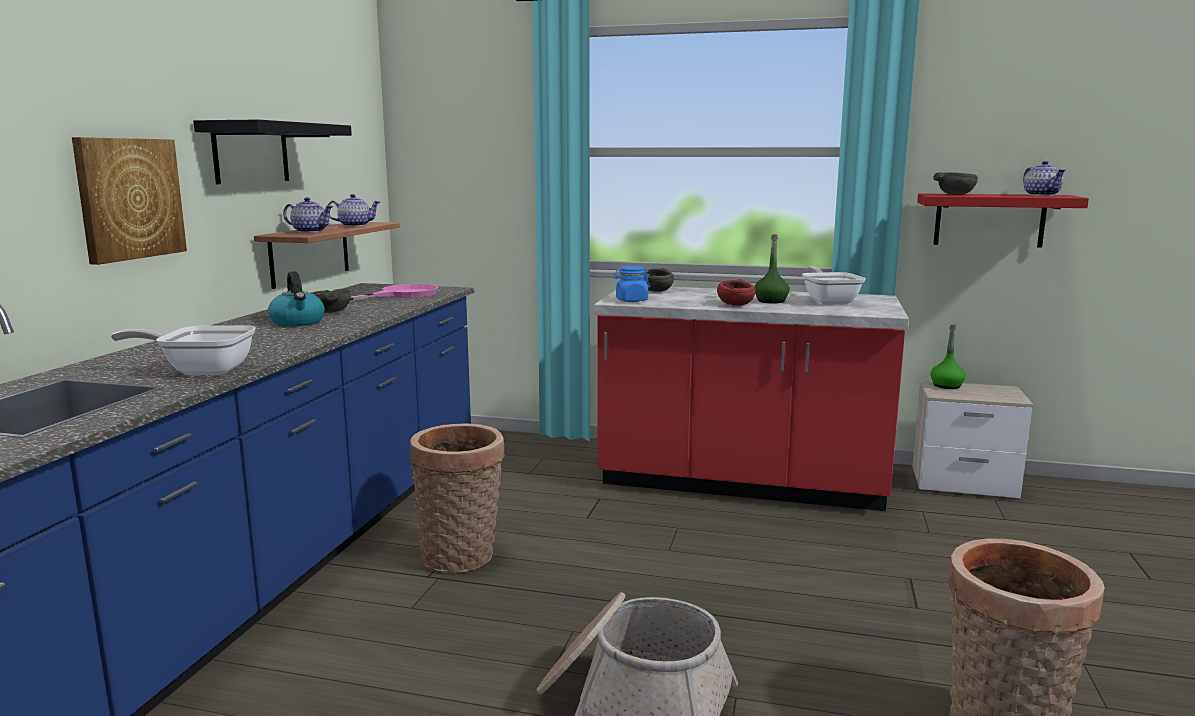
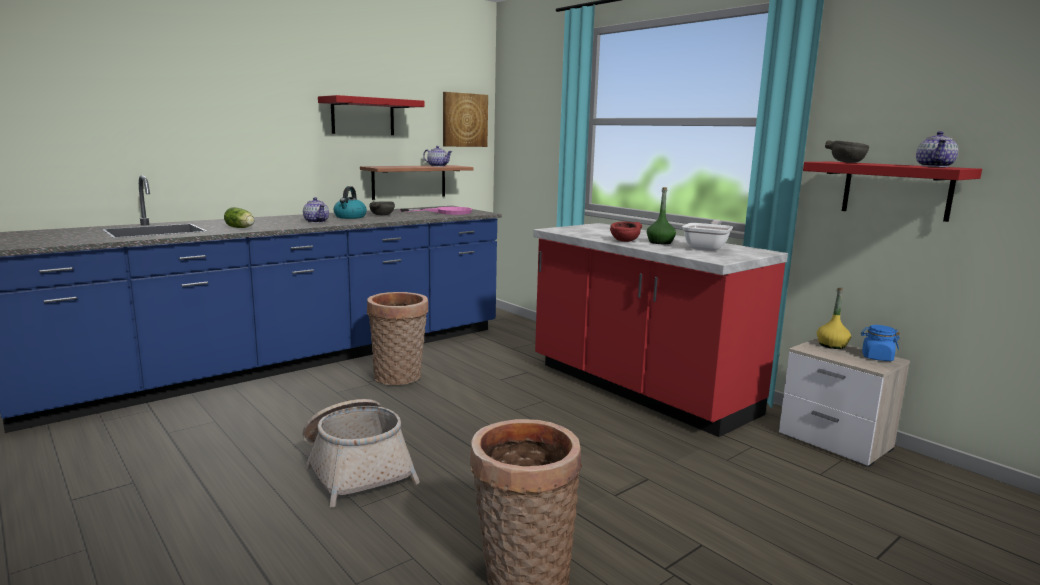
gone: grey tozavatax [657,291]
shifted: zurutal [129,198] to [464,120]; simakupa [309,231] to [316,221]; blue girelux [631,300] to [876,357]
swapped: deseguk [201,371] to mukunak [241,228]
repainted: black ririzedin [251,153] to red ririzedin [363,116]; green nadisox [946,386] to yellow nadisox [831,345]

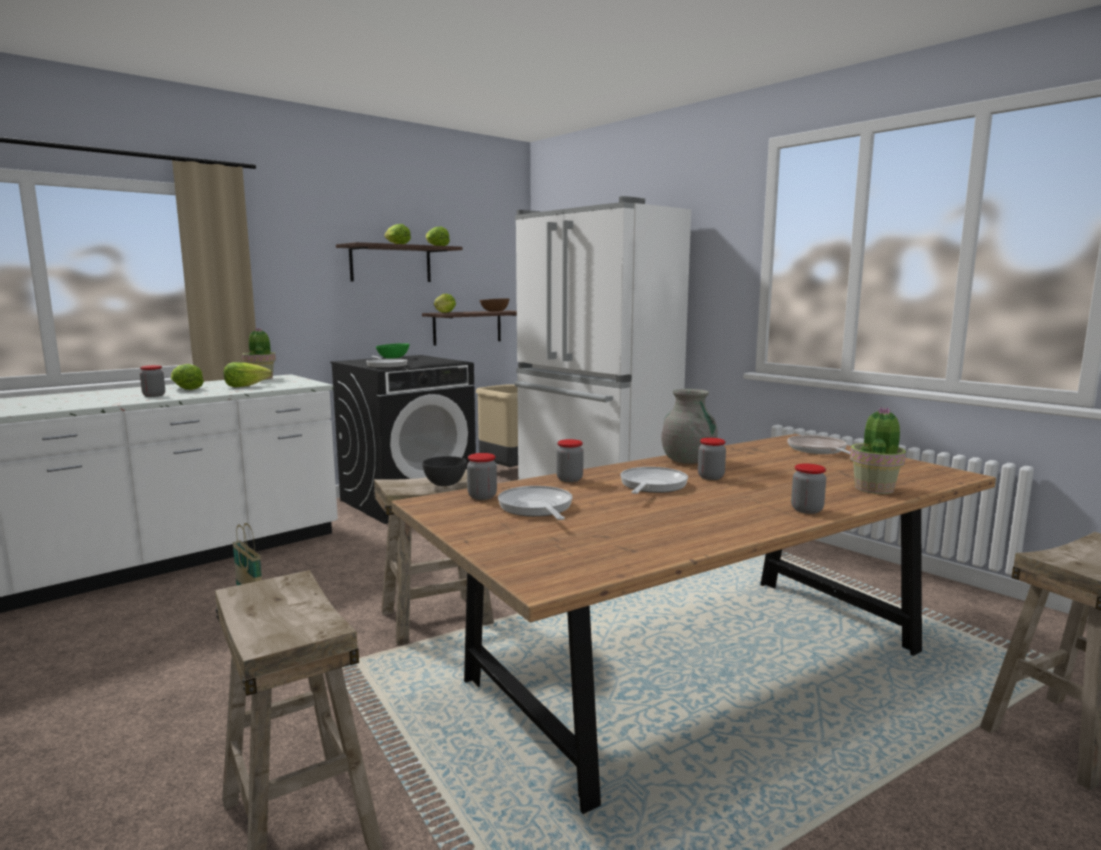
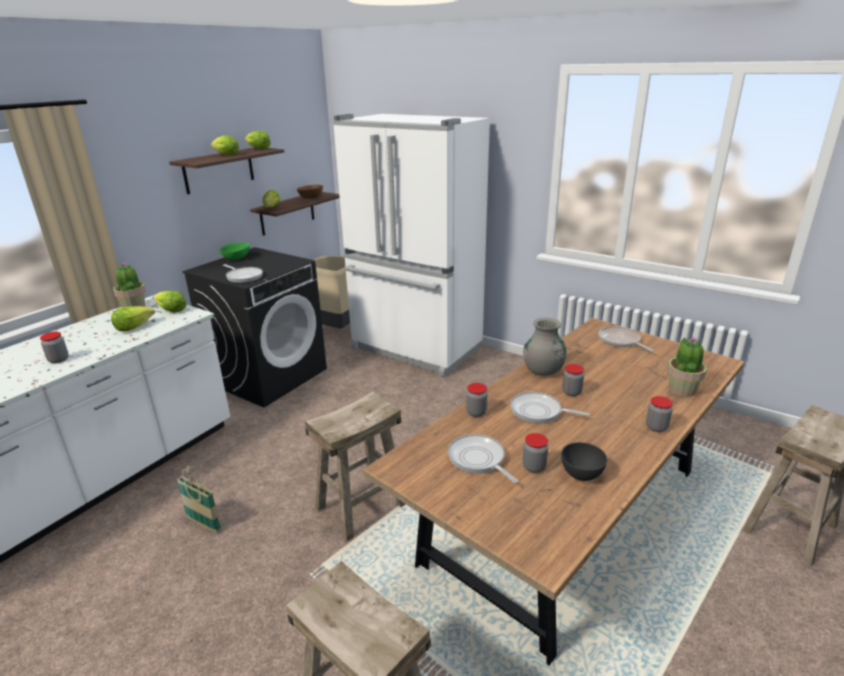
shifted: mukunak [186,388] to [170,310]; grey tozavatax [444,484] to [581,474]; girelux [482,496] to [534,467]
rotated: deseguk [651,485] = [539,412] 75 degrees counterclockwise

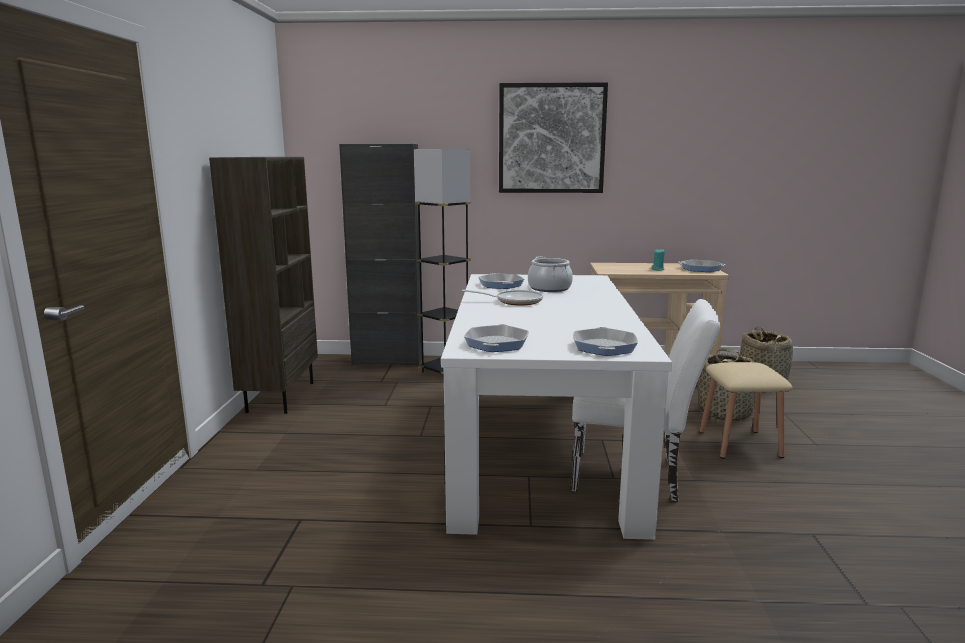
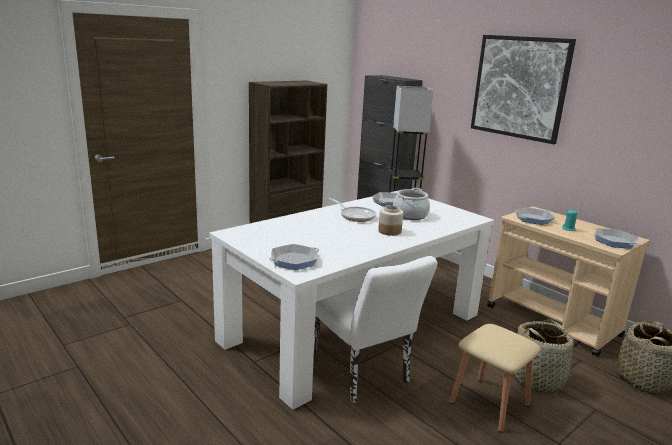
new: girelux [389,231]
shifted: deseguk [496,344] to [533,219]

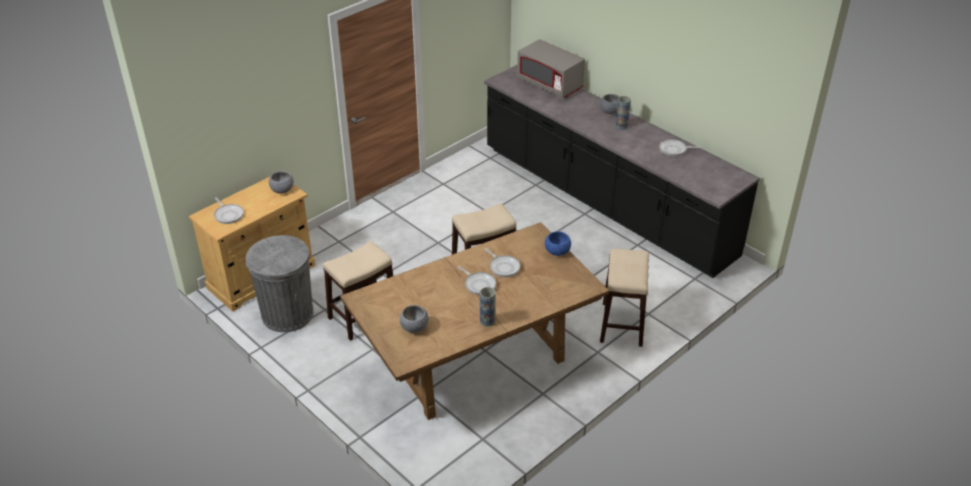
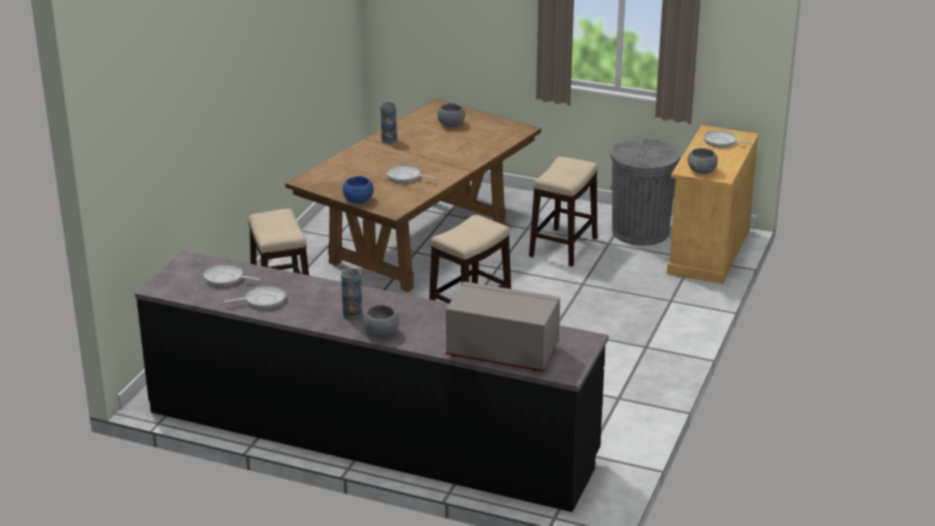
shifted: deseguk [478,284] to [226,278]

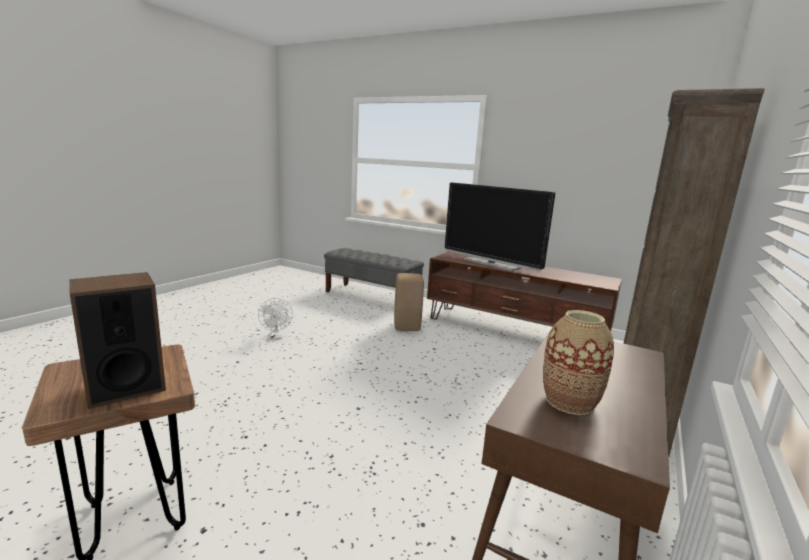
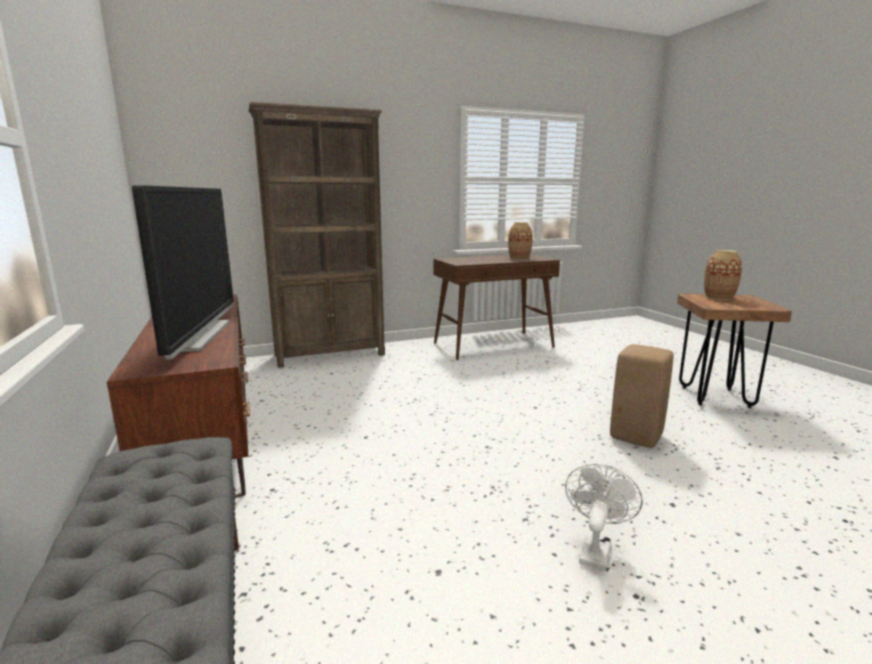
shifted: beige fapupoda [407,327] to [635,437]
swapped: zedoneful [125,388] to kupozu [719,297]

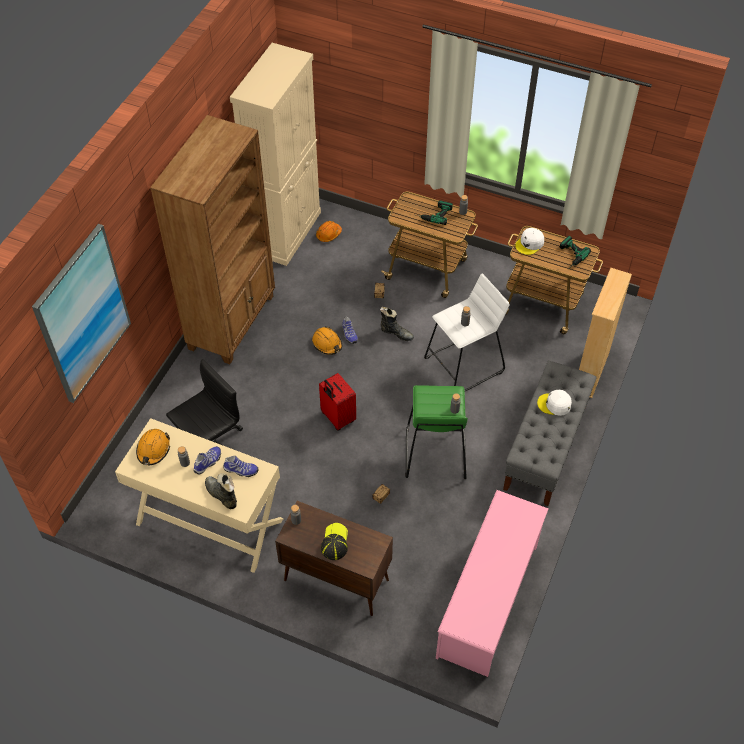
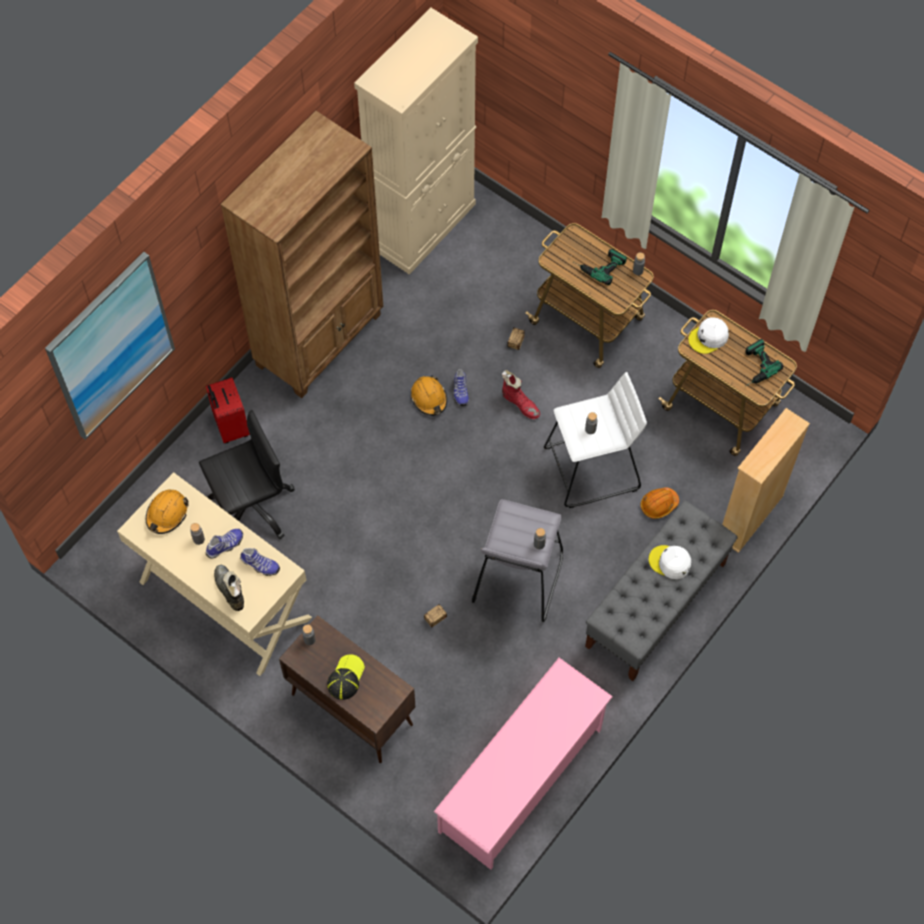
shifted: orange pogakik [328,234] to [658,505]; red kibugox [337,418] to [230,427]
repainted: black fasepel [396,333] to red fasepel [520,404]; green fapupoda [434,452] to grey fapupoda [517,578]

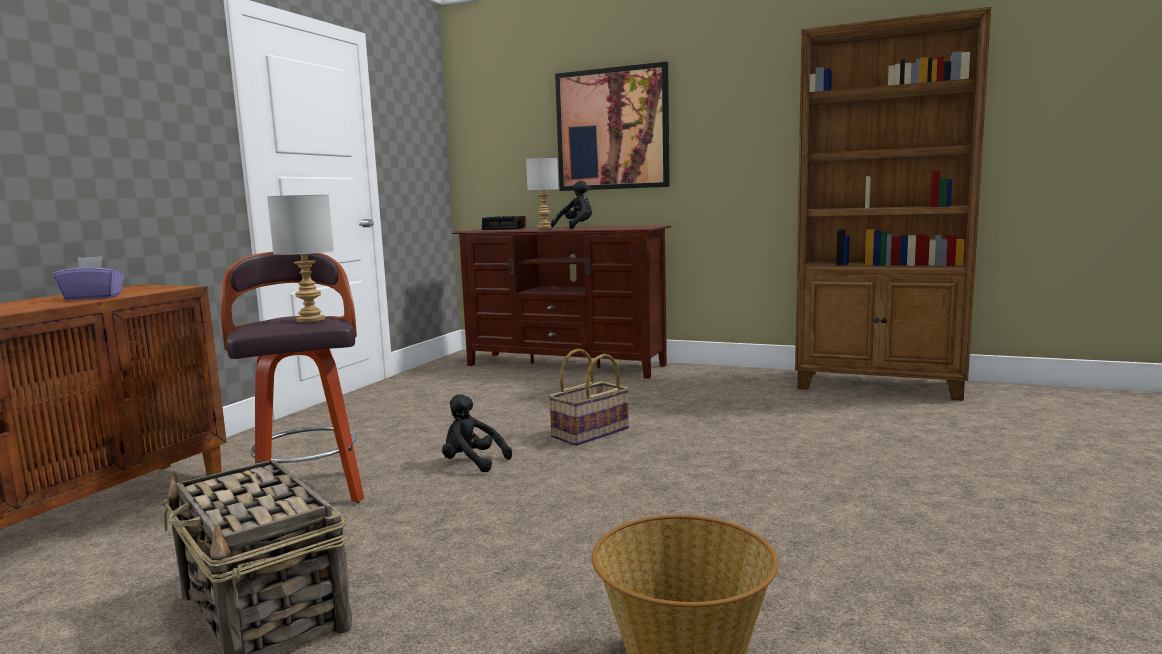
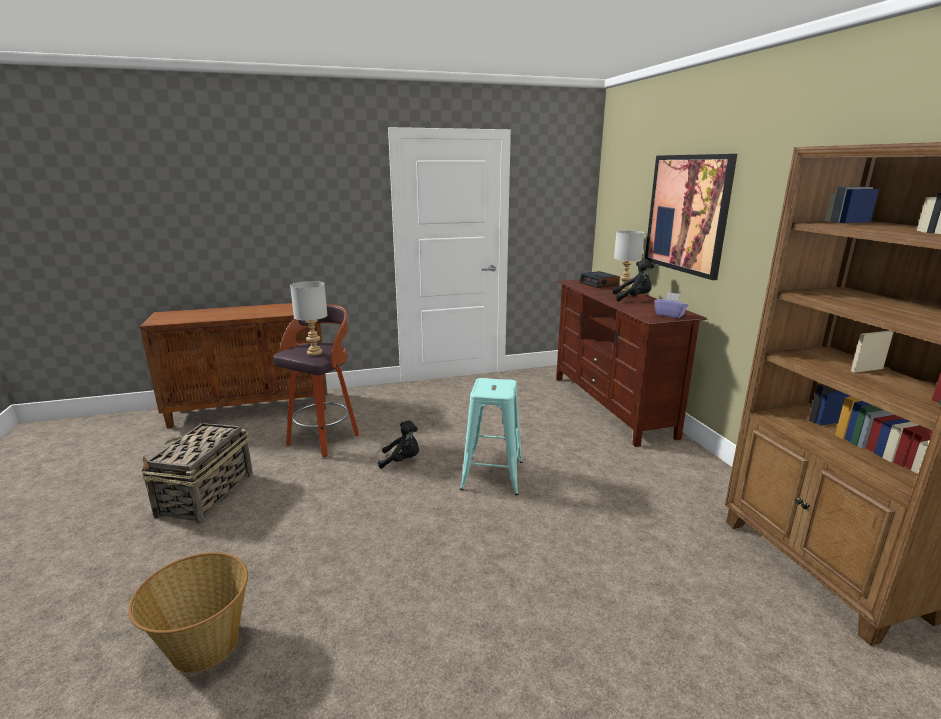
shifted: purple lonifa [93,297] to [669,315]
swapped: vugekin [591,433] to turquoise fapupoda [492,475]
rotated: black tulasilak [472,463] = [402,460] 105 degrees clockwise

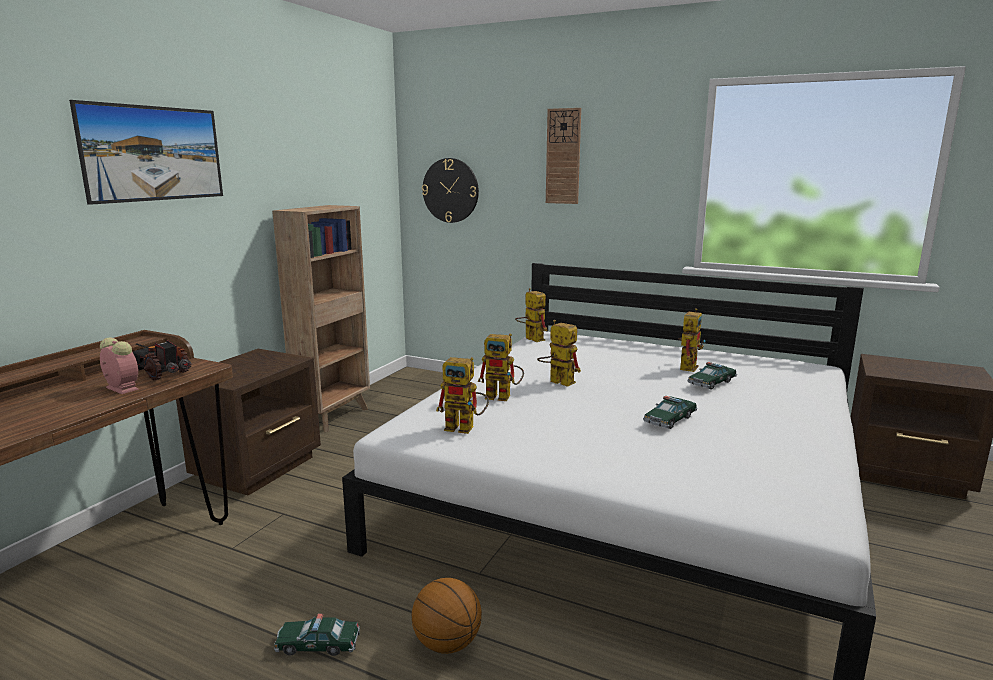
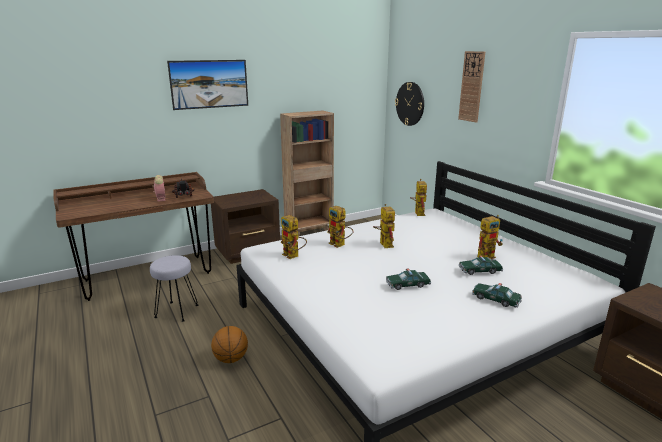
new: grey fapupoda [176,312]
shifted: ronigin [318,645] to [495,299]

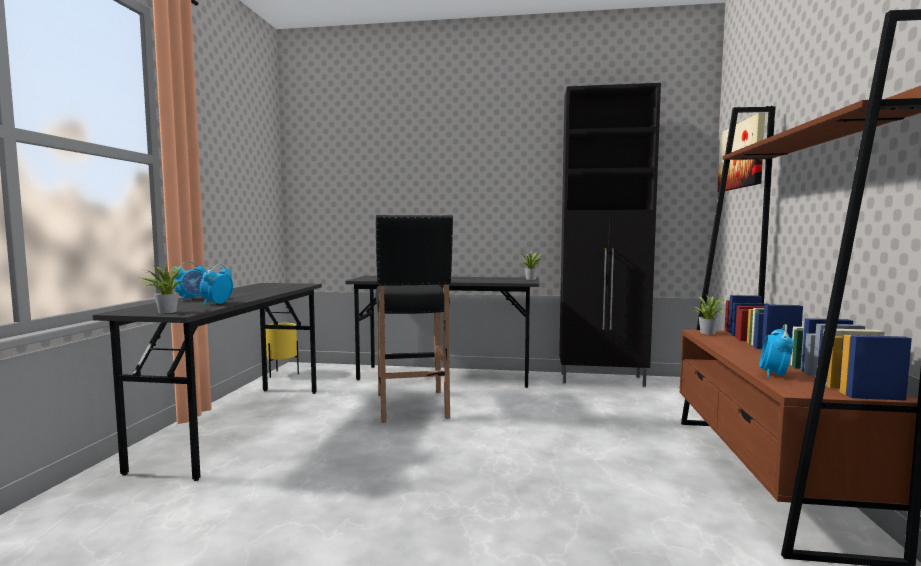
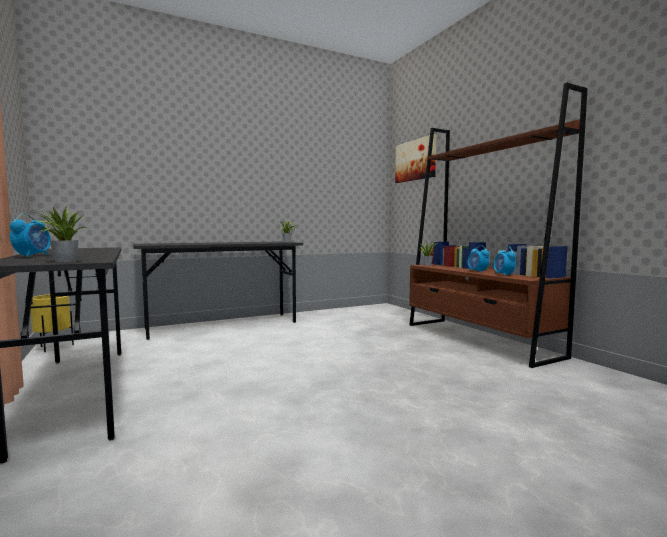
gone: black fapupoda [412,406]; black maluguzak [603,380]
shifted: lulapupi [216,304] to [477,271]

